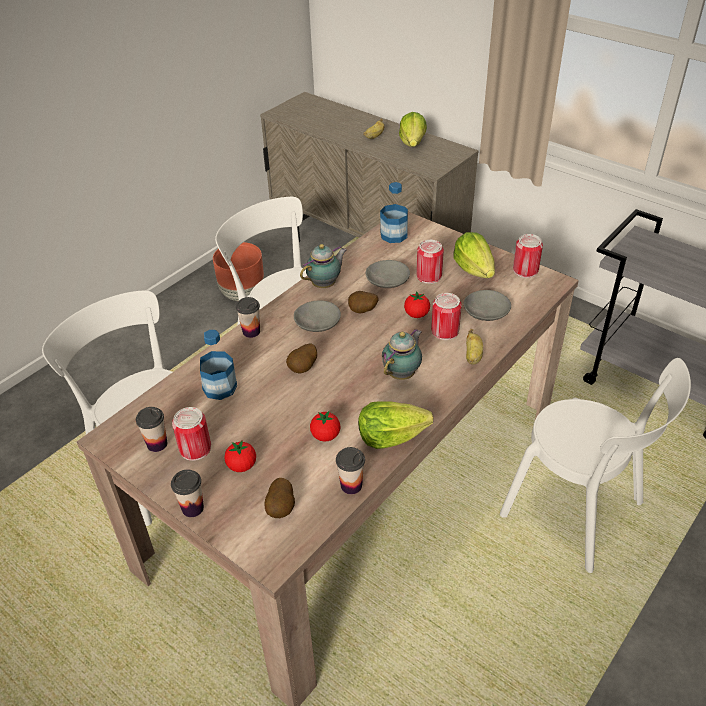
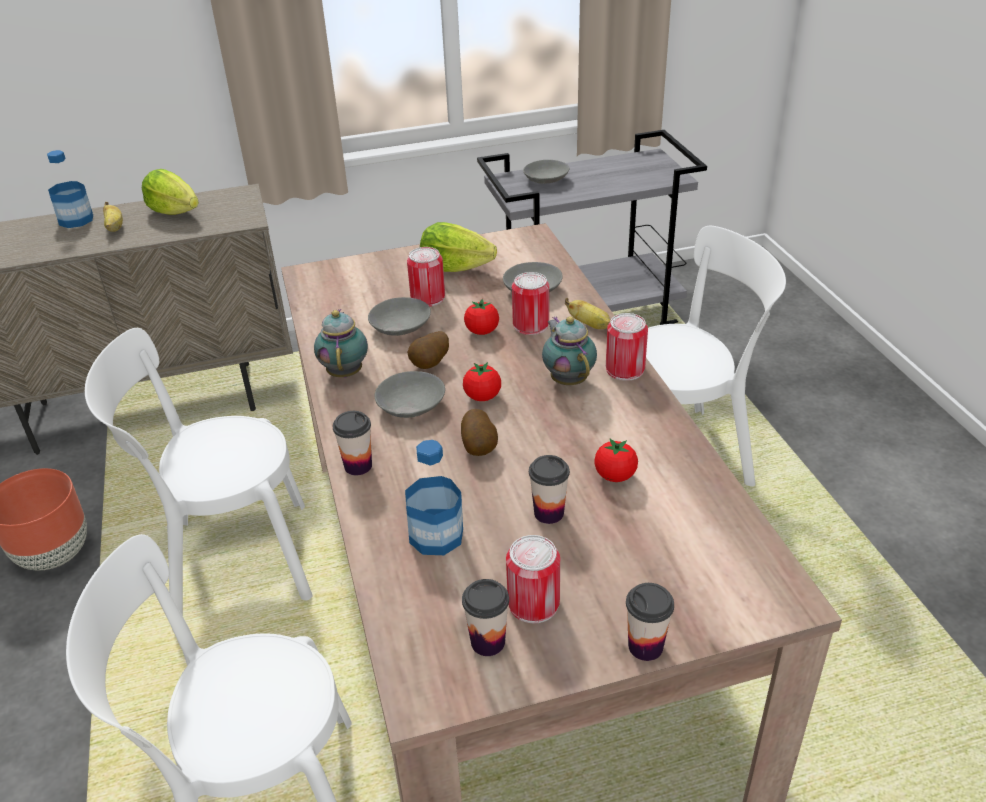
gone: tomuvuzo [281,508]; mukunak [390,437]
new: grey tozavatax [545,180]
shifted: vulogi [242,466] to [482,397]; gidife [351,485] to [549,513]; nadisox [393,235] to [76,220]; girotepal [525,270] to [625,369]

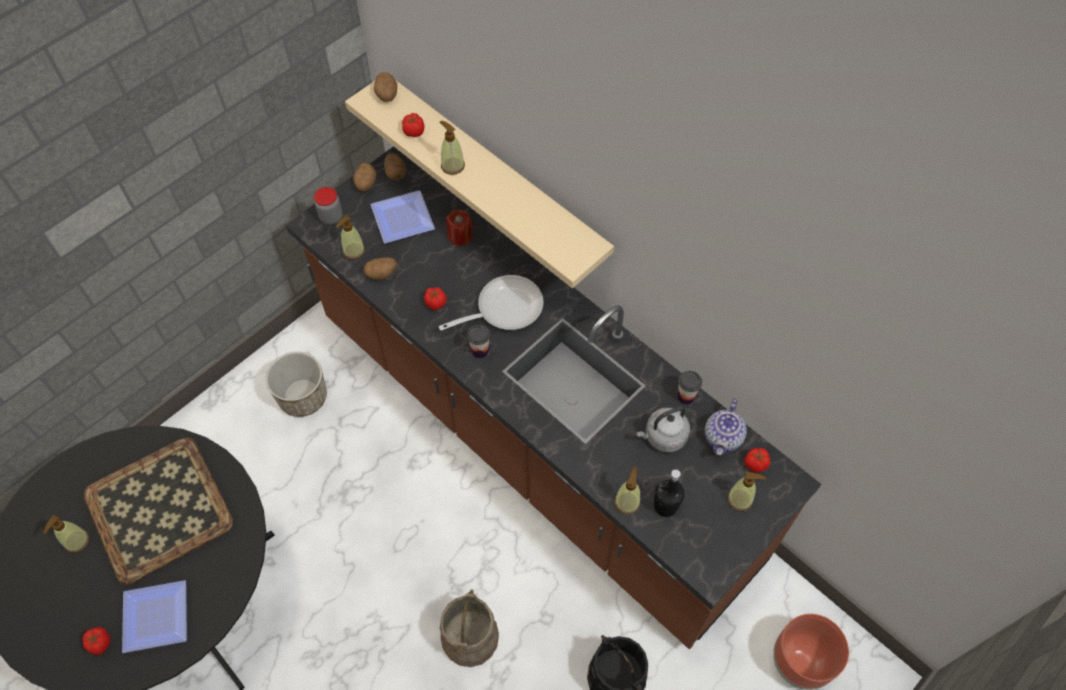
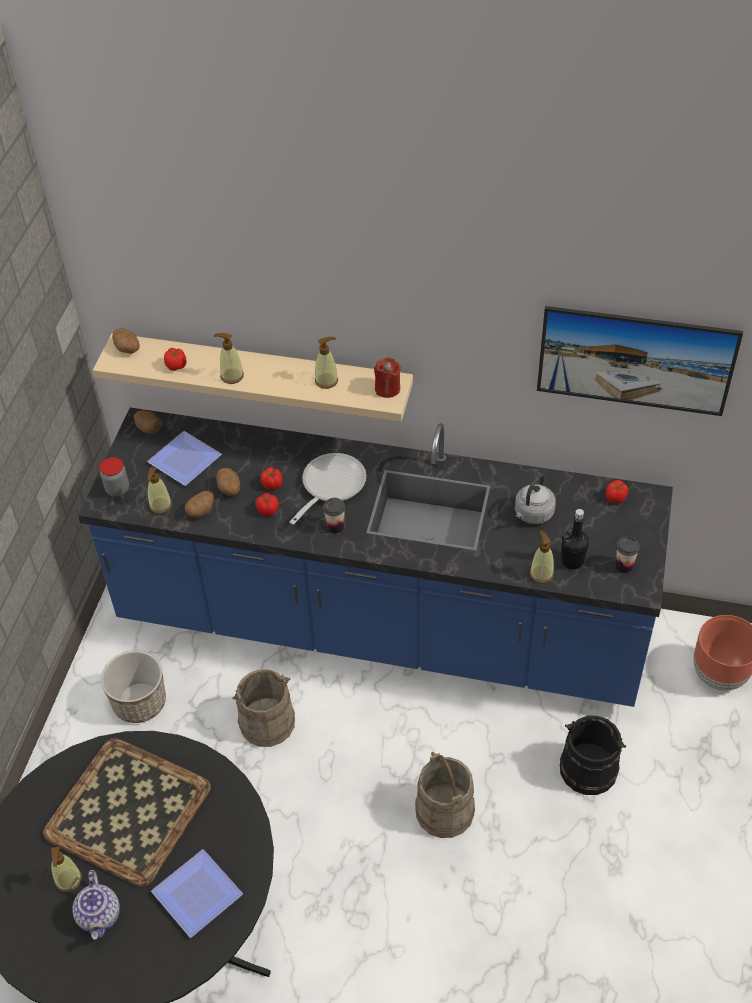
new: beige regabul [267,722]; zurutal [632,380]
shifted: vulogi [100,644] to [272,485]; tomuvuzo [365,184] to [229,489]; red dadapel [460,236] to [387,389]; gidife [685,396] to [624,566]; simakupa [723,438] to [100,916]; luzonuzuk [740,499] to [326,381]
repainted: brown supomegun [533,438] to blue supomegun [380,625]

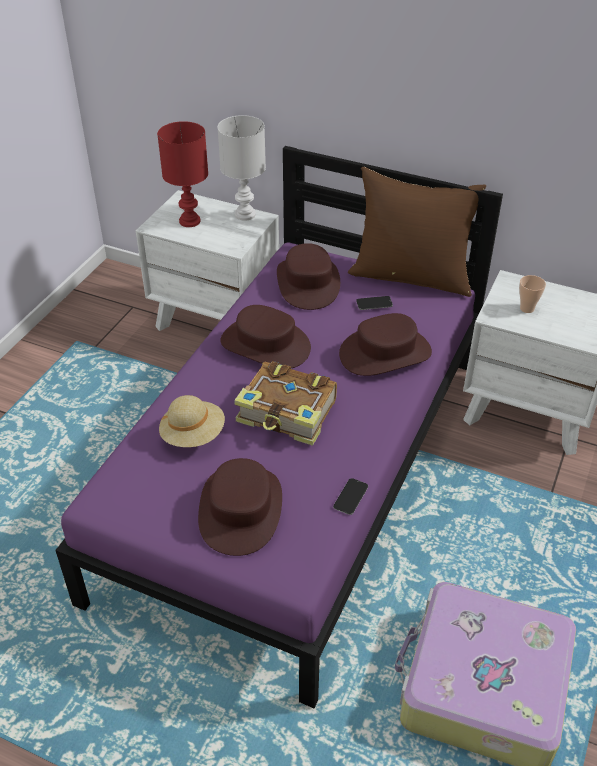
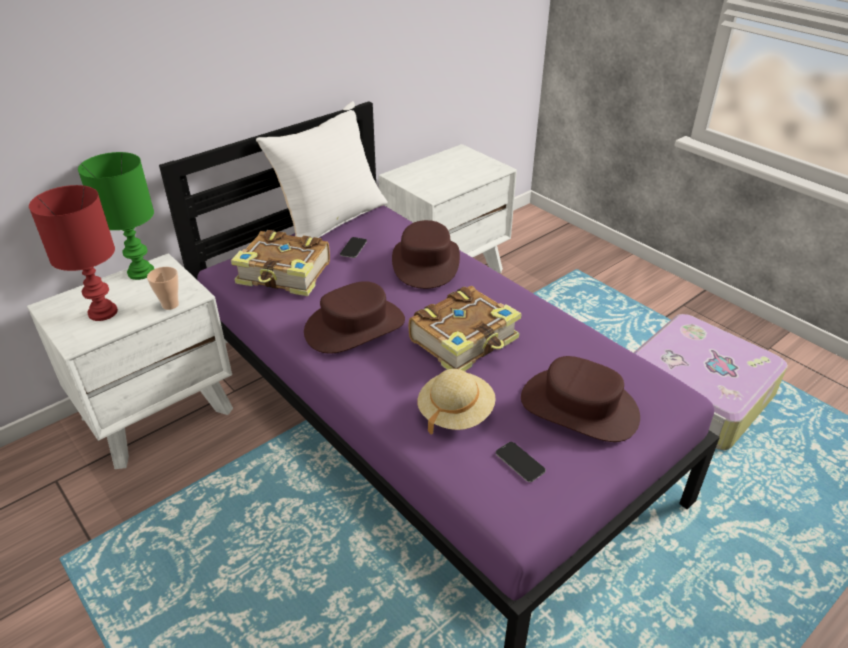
shifted: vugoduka [350,497] to [520,462]; gidife [527,308] to [170,305]
swapped: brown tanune [308,283] to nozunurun [285,275]
repainted: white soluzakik [245,215] to green soluzakik [142,272]; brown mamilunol [411,276] to white mamilunol [332,220]

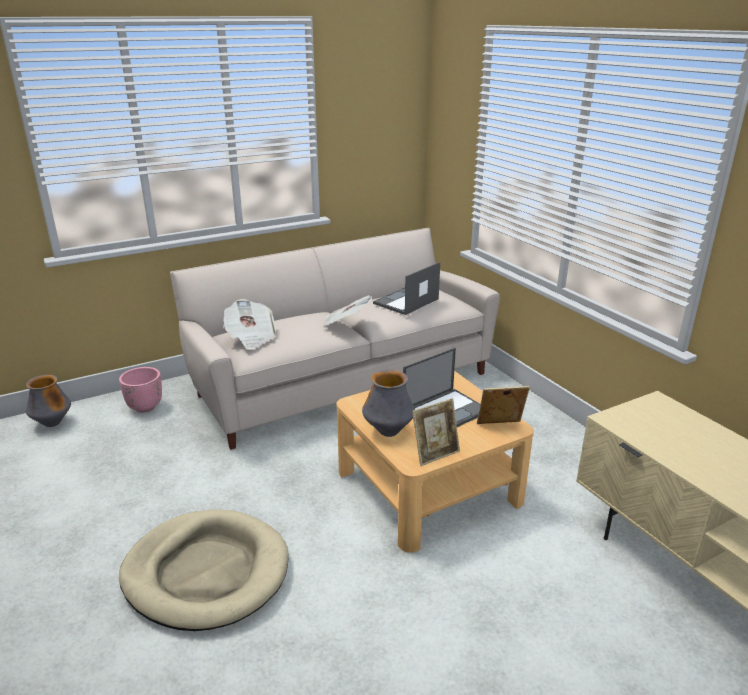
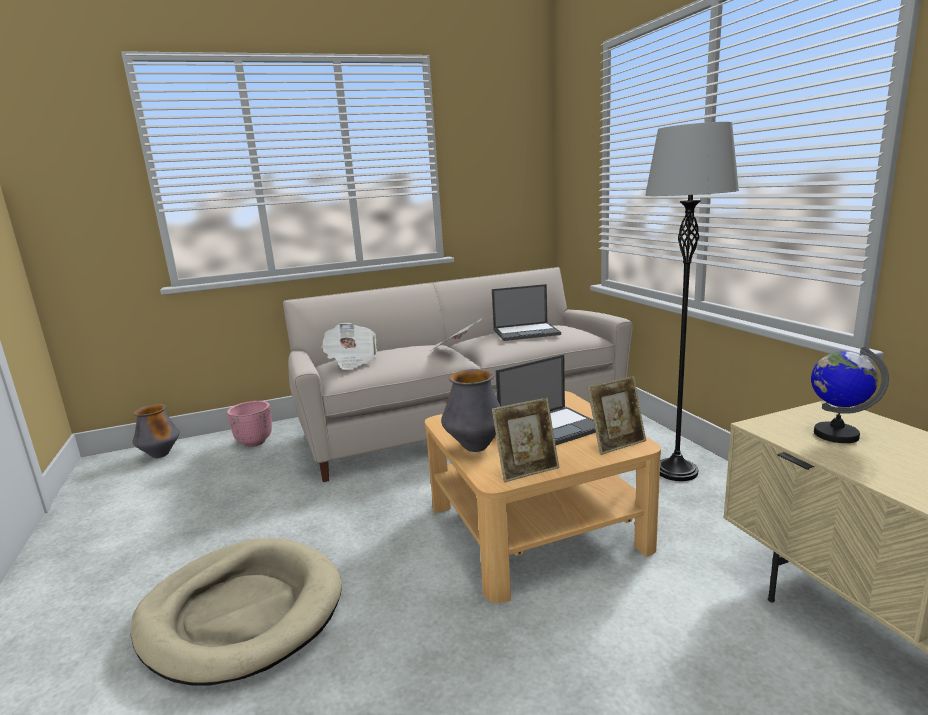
new: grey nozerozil [676,471]; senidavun [835,434]
rotated: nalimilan [406,301] = [527,332] 150 degrees counterclockwise; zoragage [500,427] = [617,444] 150 degrees clockwise

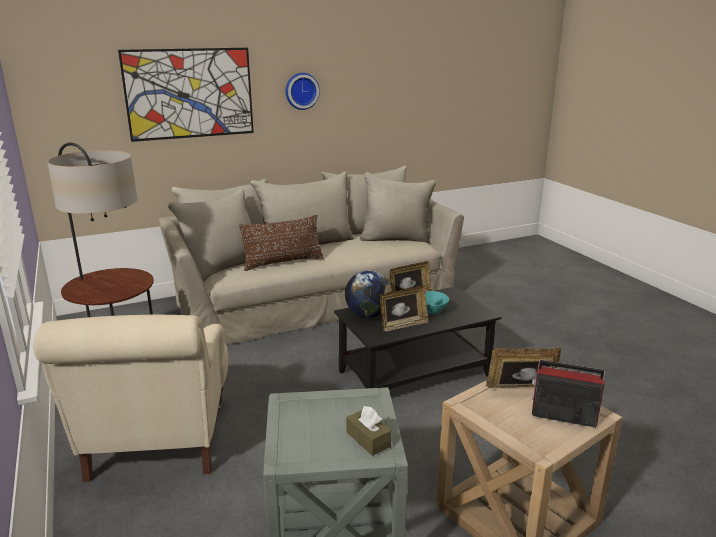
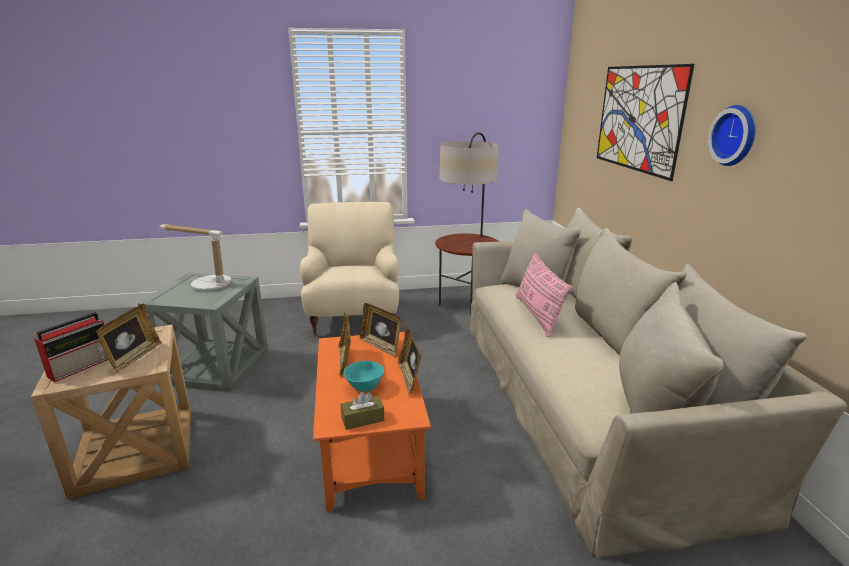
new: soluzakik [207,283]
shifted: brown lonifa [368,439] to [362,419]
swapped: senidavun [368,315] to zoragage [381,346]
repainted: brown mamilunol [283,262] to pink mamilunol [537,315]; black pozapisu [415,373] to orange pozapisu [371,444]
rotated: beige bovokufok [158,442] = [354,316] 75 degrees clockwise

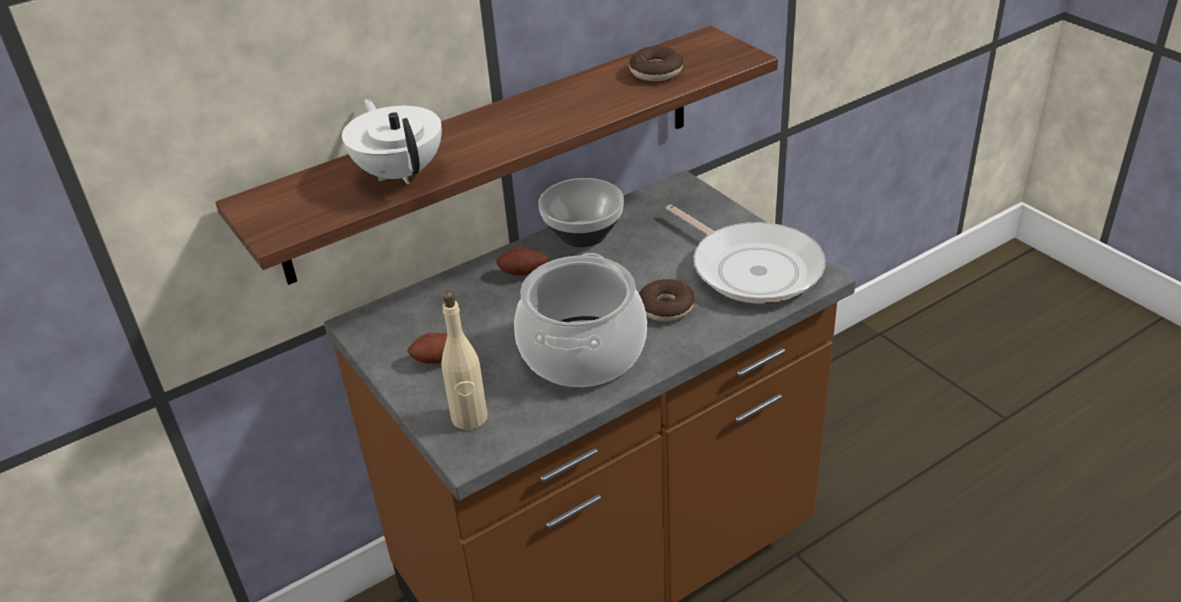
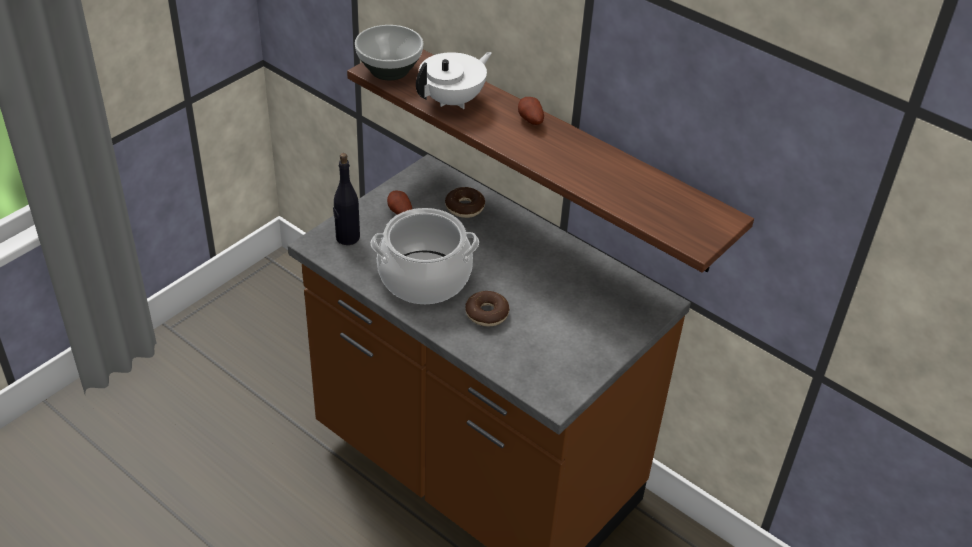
gone: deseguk [752,268]
shifted: tomuvuzo [523,274] to [529,120]; tozavatax [583,233] to [390,70]; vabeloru [656,72] to [464,207]
repainted: beige nadisox [469,418] to black nadisox [347,237]

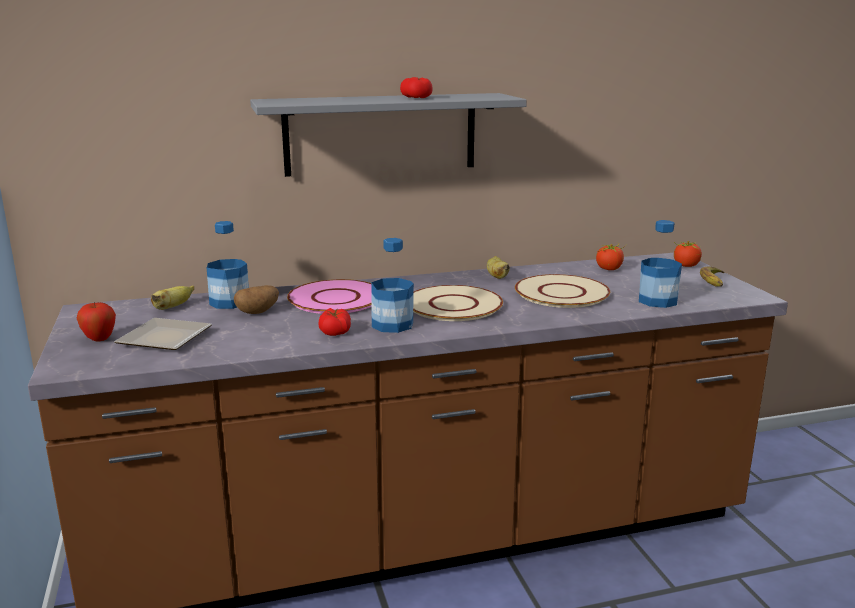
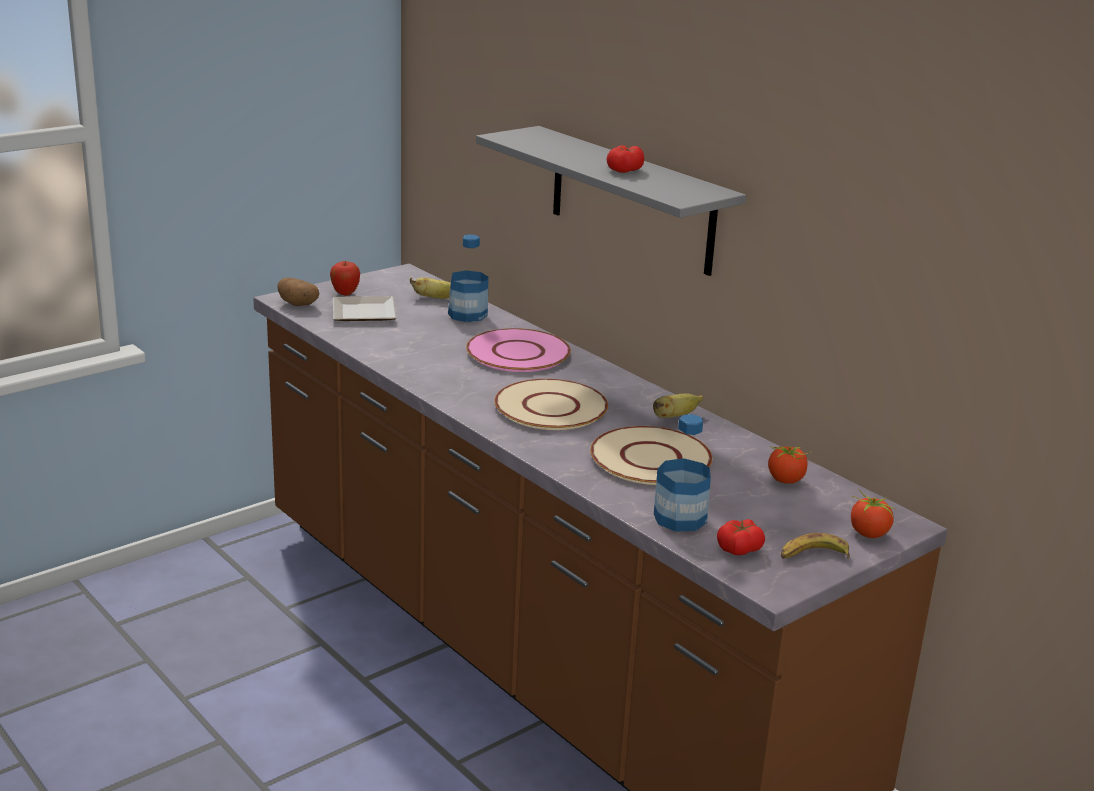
gone: nadisox [392,325]
shifted: tomuvuzo [258,312] to [299,304]; vulogi [335,331] to [739,548]

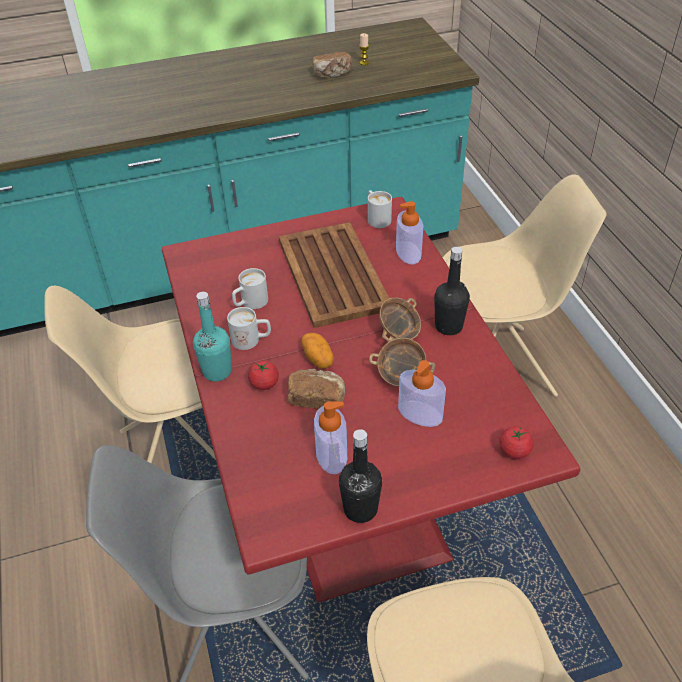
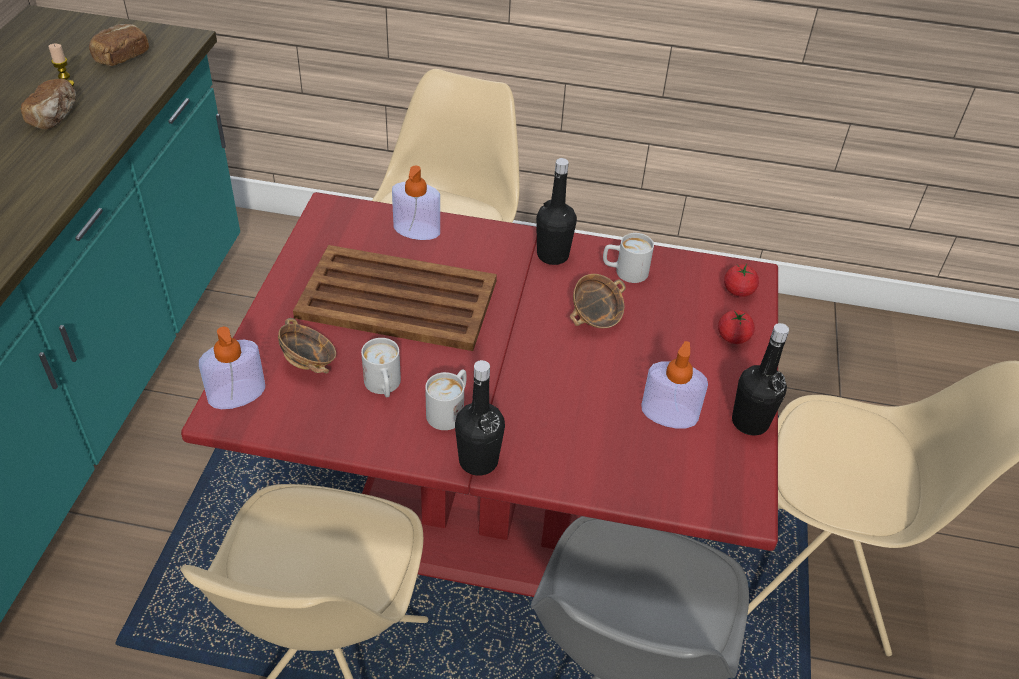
gone: tomuvuzo [318,358]
shifted: vulogi [264,383] to [733,337]; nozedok [316,398] to [121,57]; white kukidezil [376,218] to [624,272]; tozavatax [399,332] to [309,361]; luzonuzuk [420,413] to [237,394]
repainted: turquoise nadisox [217,371] to black nadisox [478,461]

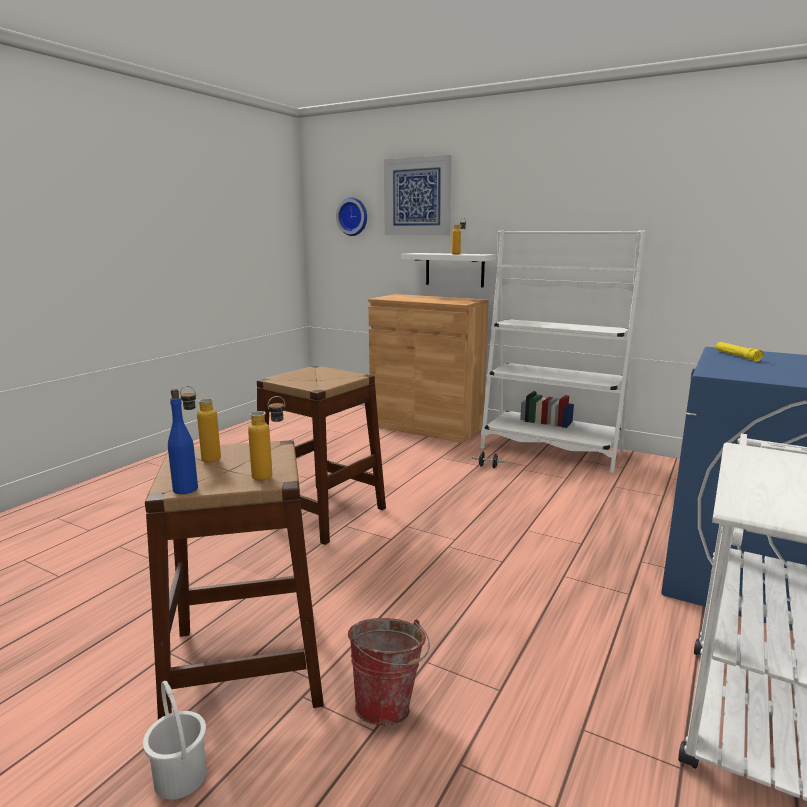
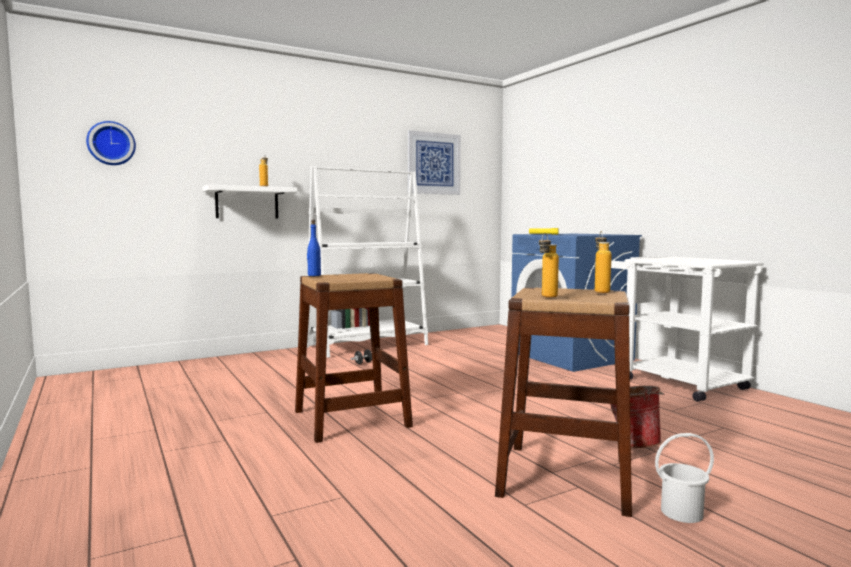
gone: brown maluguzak [426,427]
shifted: blue nadisox [185,489] to [314,275]; zurutal [417,197] to [433,163]

